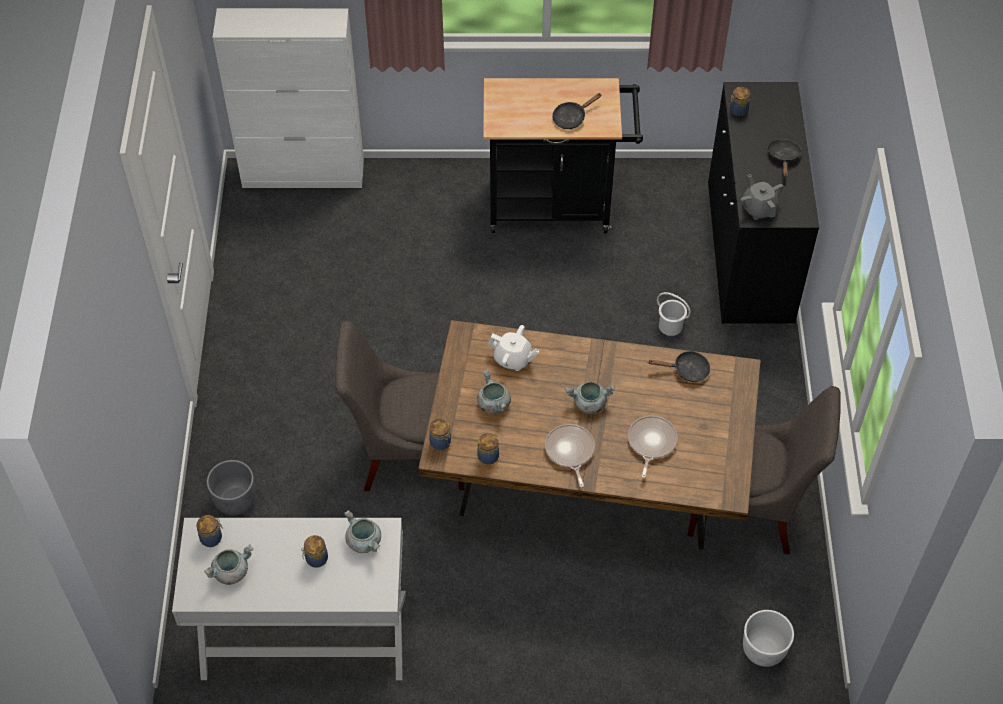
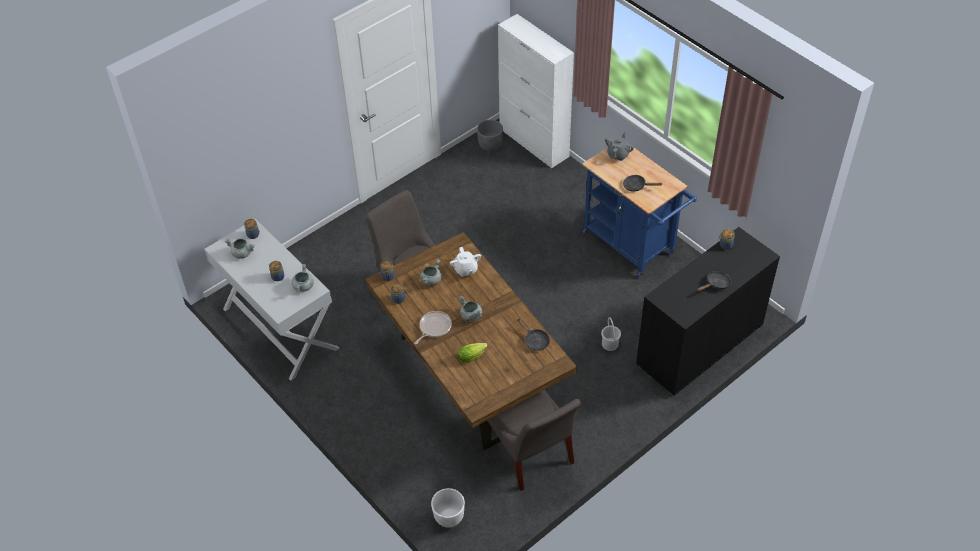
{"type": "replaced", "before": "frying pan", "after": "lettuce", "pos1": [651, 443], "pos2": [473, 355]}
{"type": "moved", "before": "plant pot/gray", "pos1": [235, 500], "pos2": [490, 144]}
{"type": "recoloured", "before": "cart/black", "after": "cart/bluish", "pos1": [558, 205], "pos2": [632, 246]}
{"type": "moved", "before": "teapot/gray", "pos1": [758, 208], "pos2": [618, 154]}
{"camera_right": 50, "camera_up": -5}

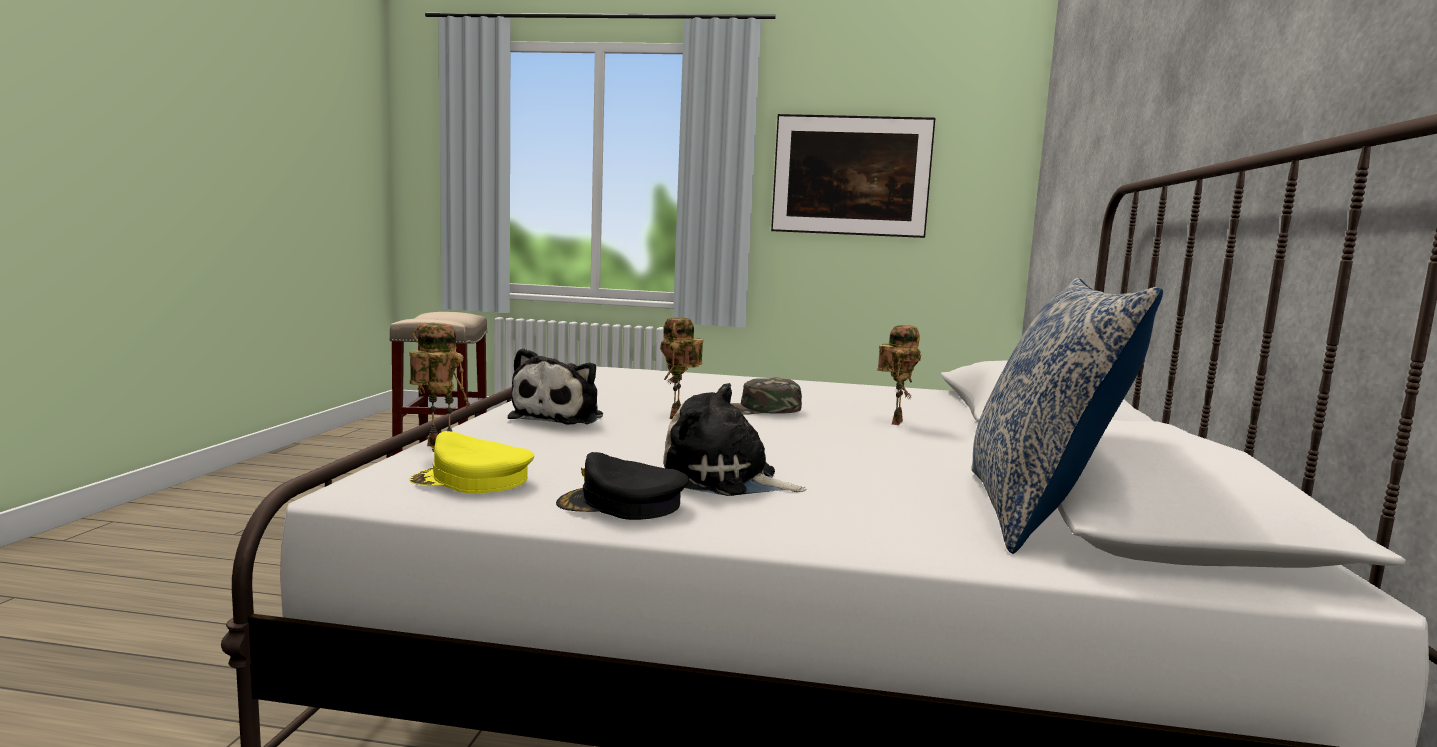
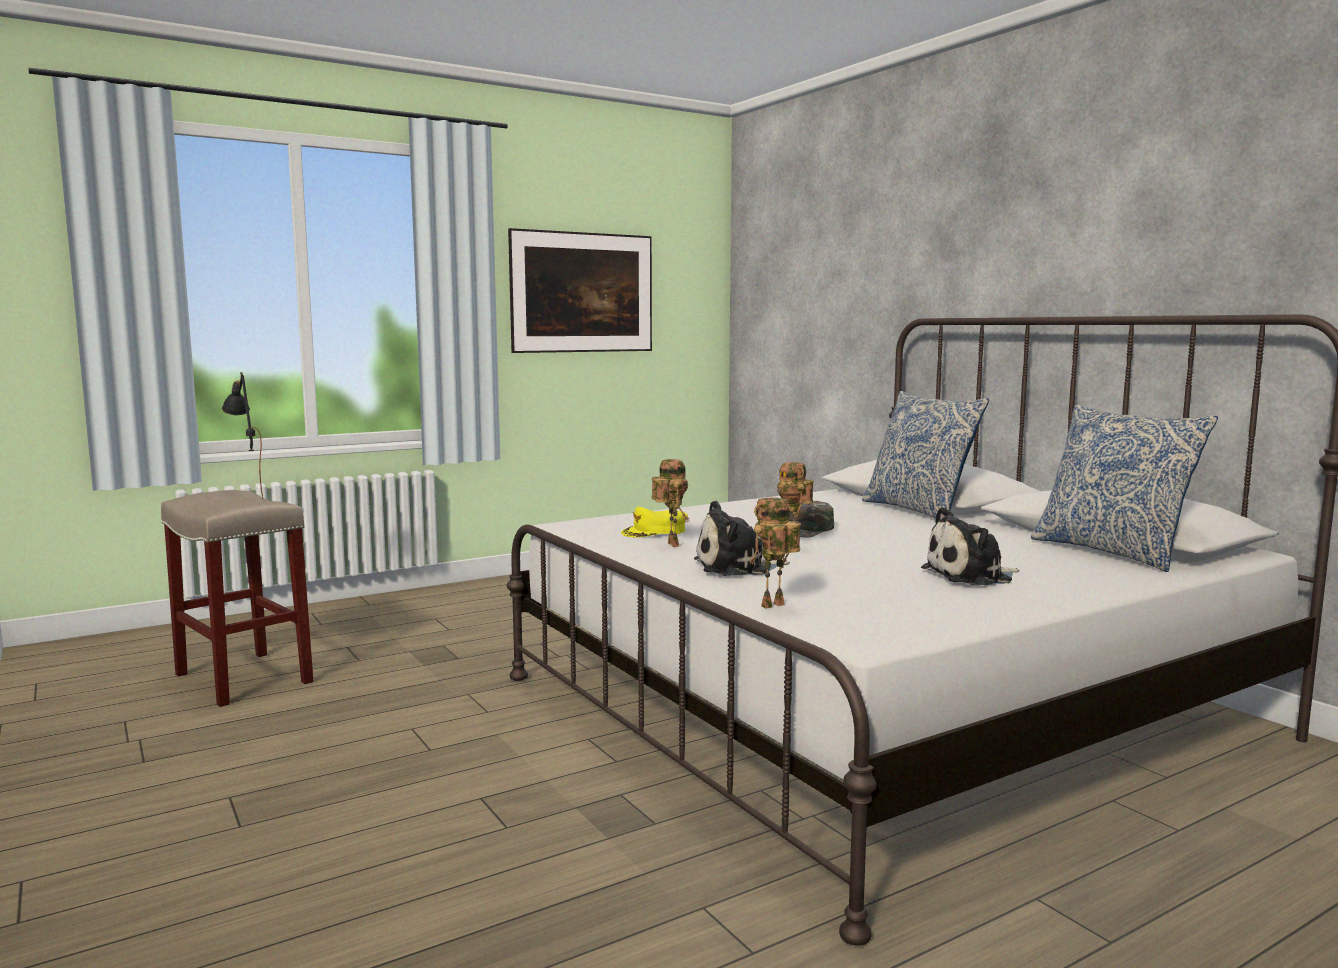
{"type": "added", "after": "tabletop lamp/black", "pos2": [247, 496]}
{"type": "moved", "before": "peaked cap/yellow", "pos1": [472, 480], "pos2": [655, 532]}
{"type": "moved", "before": "toy robot", "pos1": [894, 422], "pos2": [670, 544]}
{"type": "turned", "before": "cuddly toy", "pos1": [560, 417], "pos2": [736, 567], "turn": 105}
{"type": "added", "after": "pillow", "pos2": [919, 510]}
{"type": "removed", "before": "peaked cap/black", "pos1": [622, 504]}
{"camera_right": -40, "camera_up": 0}

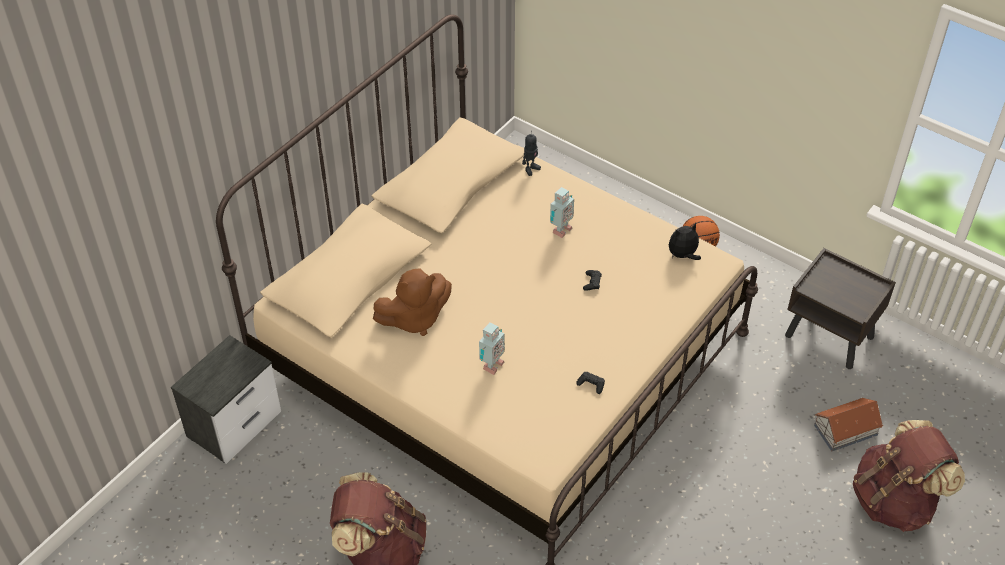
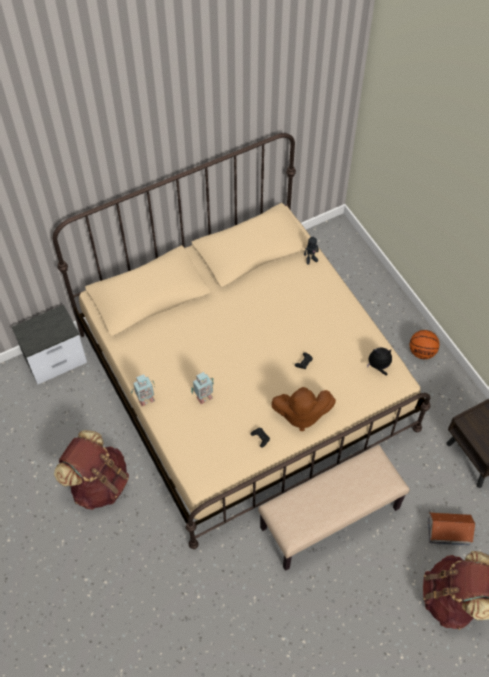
{"type": "moved", "before": "toy robot", "pos1": [560, 230], "pos2": [145, 399]}
{"type": "added", "after": "indoor bench/beige-coloured", "pos2": [330, 517]}
{"type": "moved", "before": "cuddly toy/brown-coloured", "pos1": [414, 319], "pos2": [301, 414]}
{"camera_right": 25, "camera_up": 10}

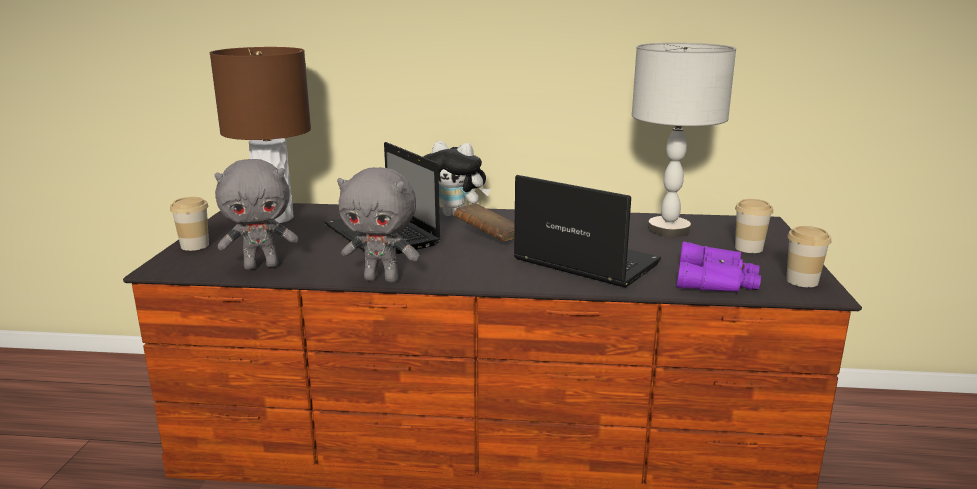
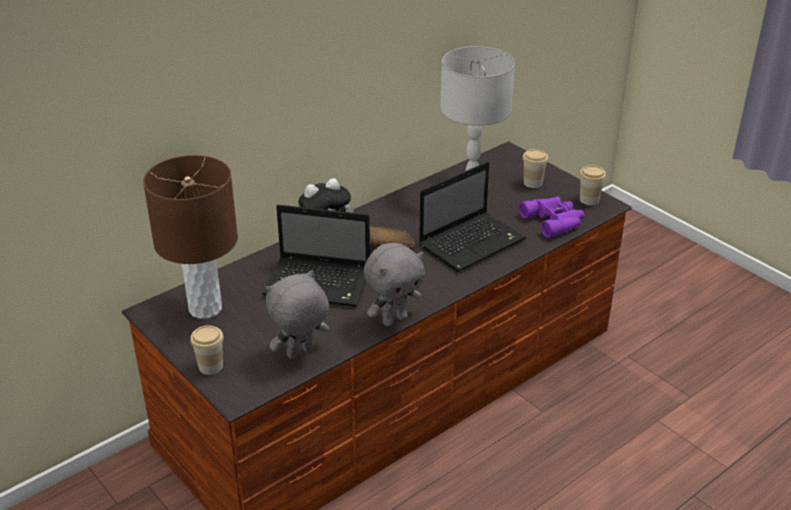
{"type": "turned", "before": "cuddly toy/gray", "pos1": [262, 266], "pos2": [300, 354], "turn": -150}
{"type": "turned", "before": "laptop", "pos1": [583, 262], "pos2": [473, 242], "turn": 150}
{"camera_right": -45, "camera_up": 15}

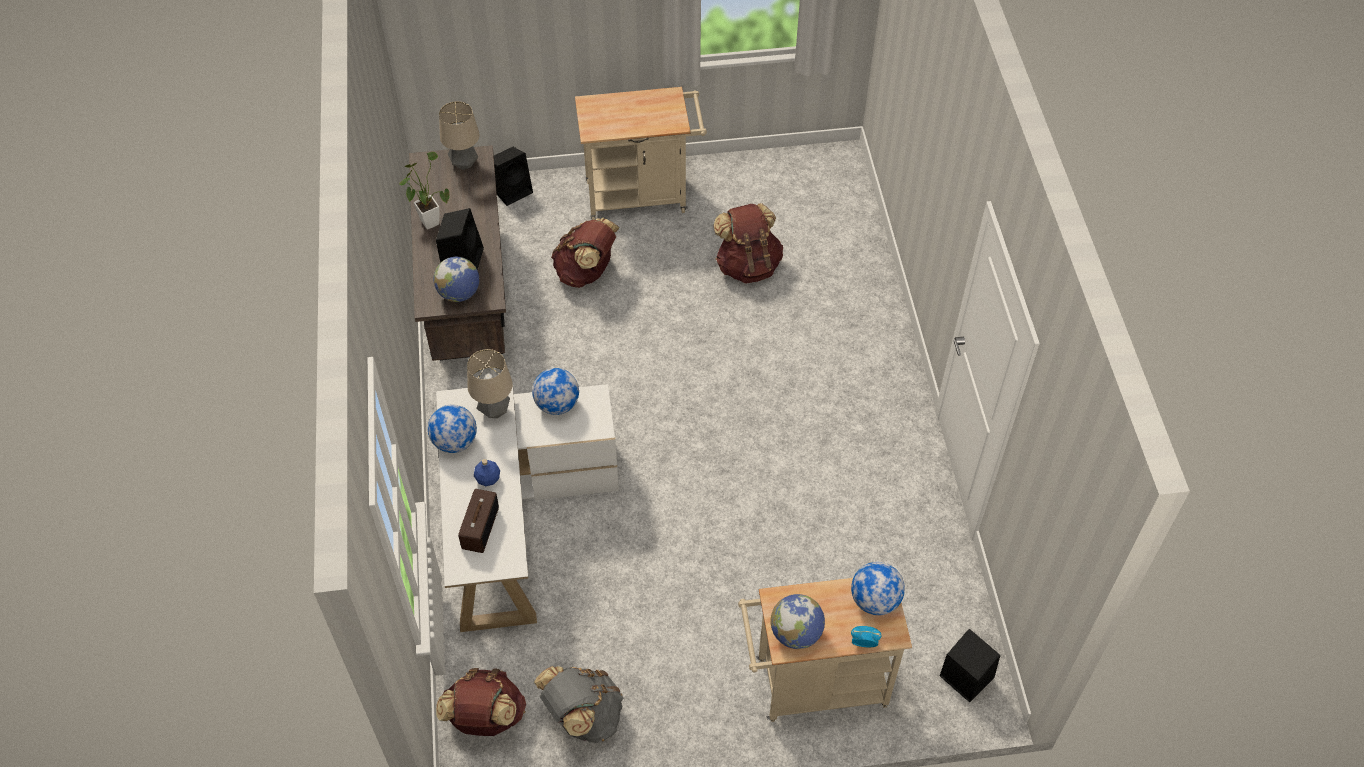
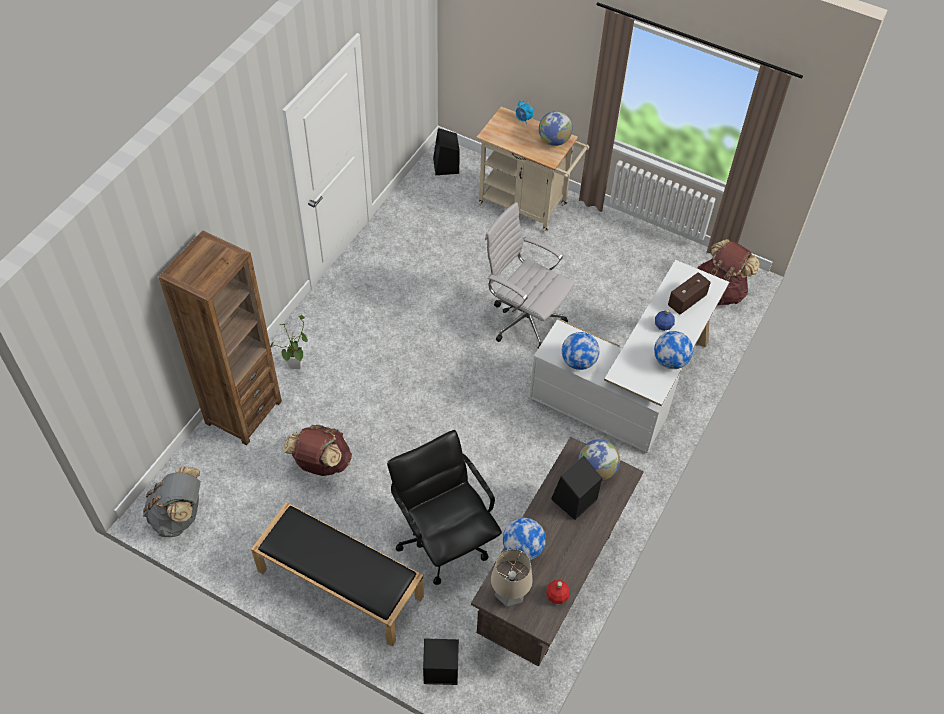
{"type": "moved", "before": "knapsack/gray", "pos1": [583, 716], "pos2": [180, 516]}
{"type": "added", "after": "bookshelf/brown-coloured", "pos2": [243, 412]}
{"type": "replaced", "before": "cart/beige-coloured", "after": "indoor bench/black", "pos1": [642, 195], "pos2": [339, 584]}
{"type": "moved", "before": "potted plant", "pos1": [428, 220], "pos2": [295, 367]}
{"type": "replaced", "before": "knapsack/brown-coloured", "after": "computer chair/black", "pos1": [586, 272], "pos2": [443, 539]}
{"type": "added", "after": "computer chair/white", "pos2": [524, 320]}
{"type": "moved", "before": "world globe", "pos1": [875, 601], "pos2": [523, 549]}
{"type": "added", "after": "beverage bottle/red", "pos2": [557, 596]}
{"type": "removed", "before": "tabletop lamp", "pos1": [494, 411]}
{"camera_right": -145, "camera_up": 0}

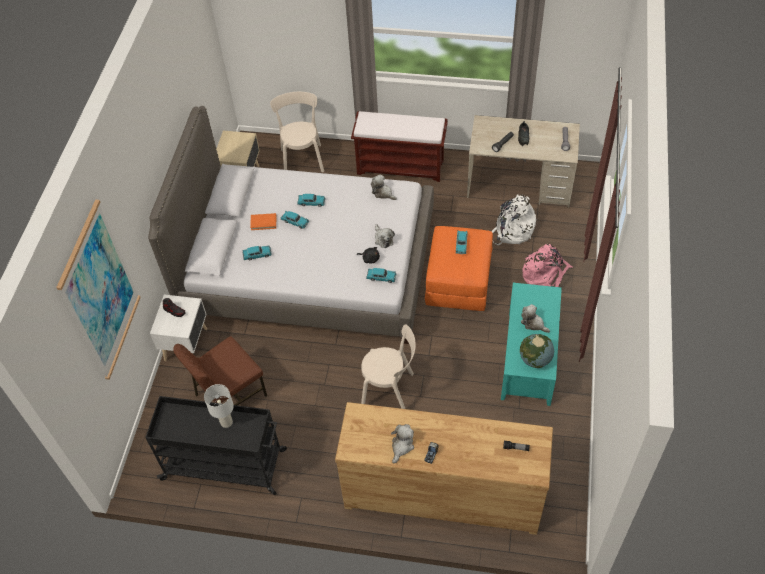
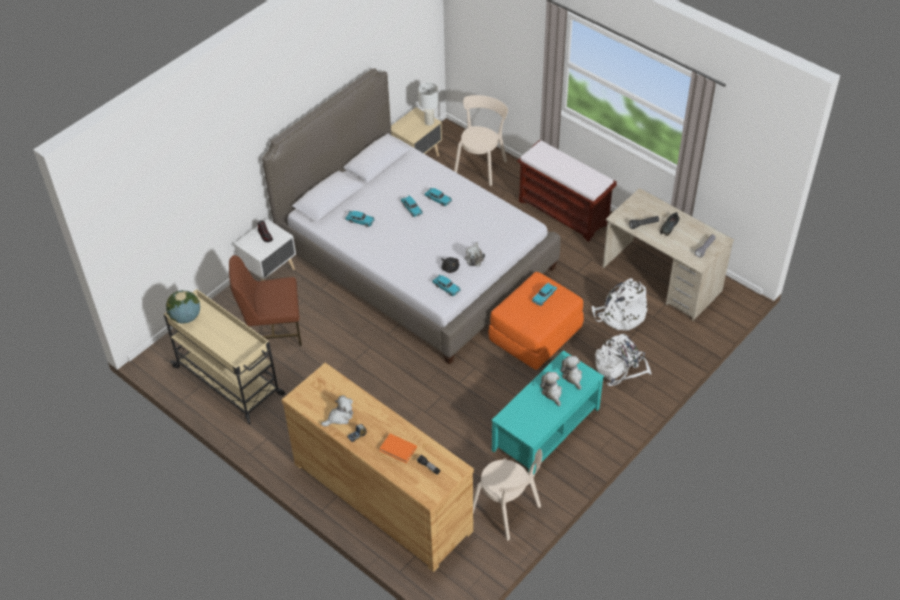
{"type": "recoloured", "before": "cart/black", "after": "cart/beige-coloured", "pos1": [225, 464], "pos2": [229, 381]}
{"type": "moved", "before": "world globe", "pos1": [535, 360], "pos2": [186, 317]}
{"type": "moved", "before": "book/orange-coloured", "pos1": [263, 222], "pos2": [398, 449]}
{"type": "moved", "before": "tabletop lamp/white", "pos1": [226, 422], "pos2": [429, 122]}
{"type": "moved", "before": "plain chair/beige-coloured", "pos1": [390, 391], "pos2": [508, 511]}
{"type": "moved", "before": "cuddly toy", "pos1": [383, 193], "pos2": [572, 376]}
{"type": "recoloured", "before": "knapsack/pinkish", "after": "knapsack/white", "pos1": [545, 274], "pos2": [620, 368]}
{"type": "removed", "before": "wall art", "pos1": [100, 292]}
{"camera_right": 30, "camera_up": -5}

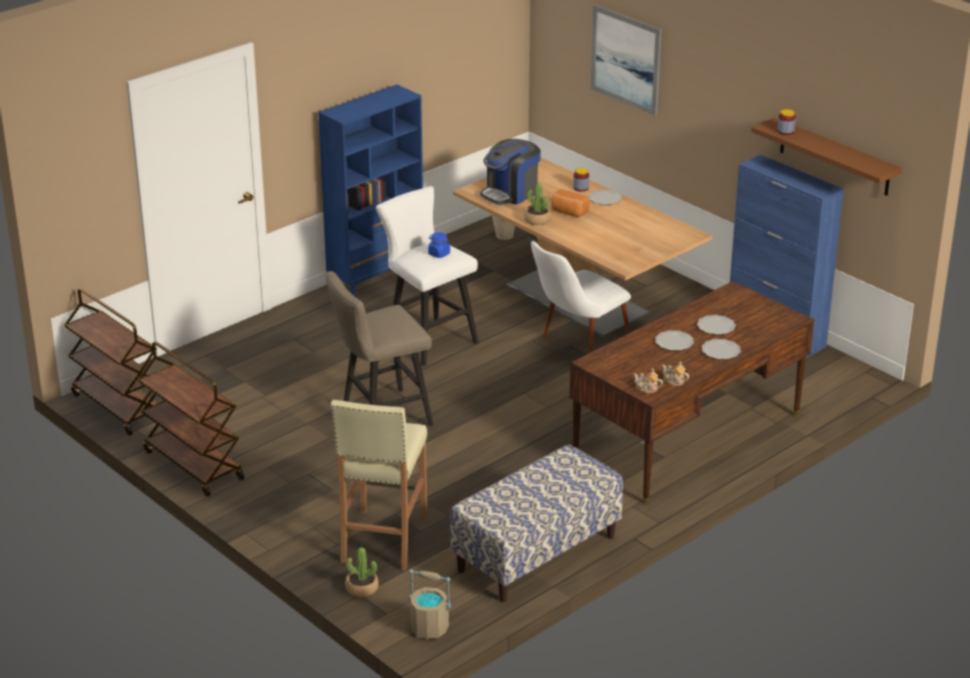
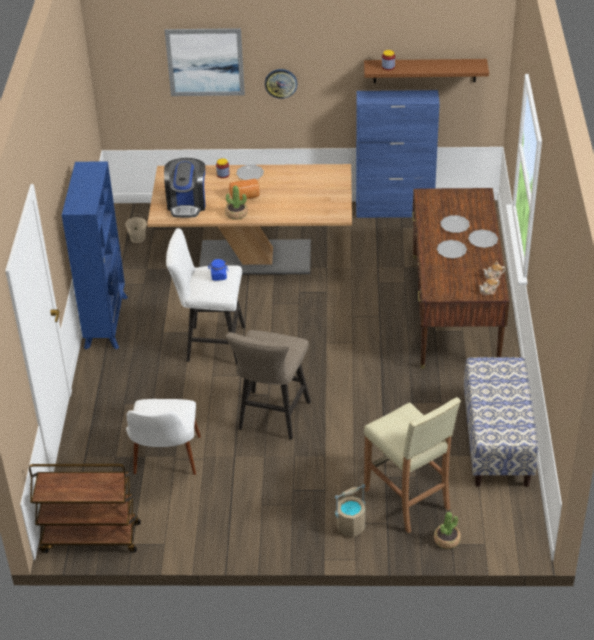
{"type": "moved", "before": "plain chair/white", "pos1": [576, 345], "pos2": [166, 464]}
{"type": "added", "after": "clock on the wall", "pos2": [281, 83]}
{"type": "moved", "before": "bucket/beige-coloured", "pos1": [429, 628], "pos2": [351, 526]}
{"type": "removed", "before": "cart/brown-coloured", "pos1": [192, 465]}
{"camera_right": -45, "camera_up": 10}

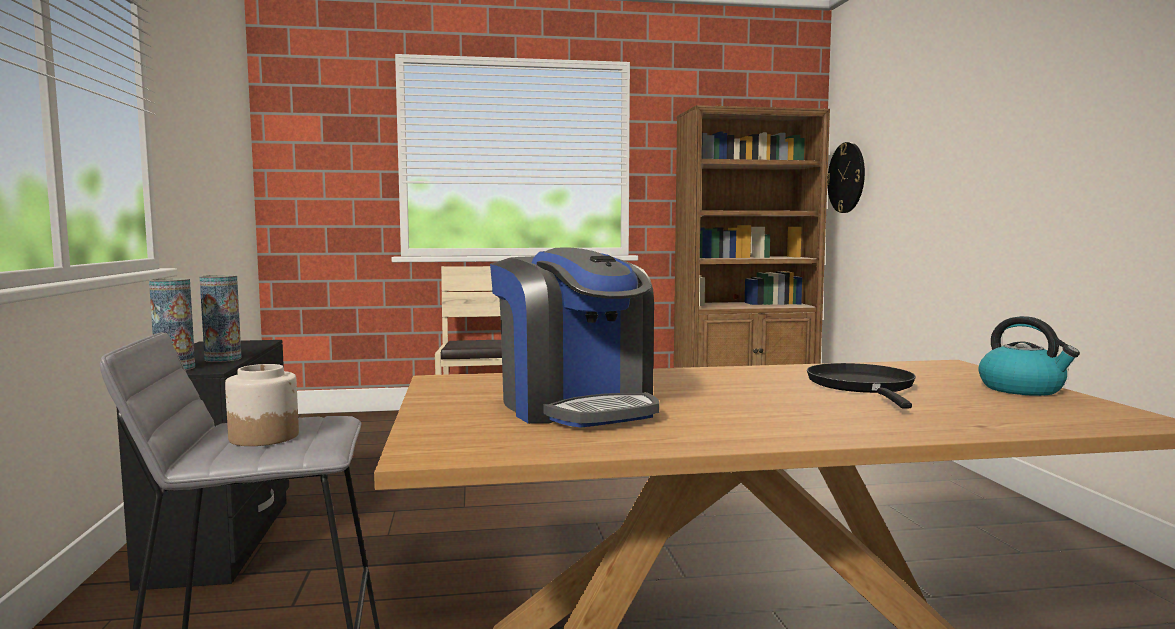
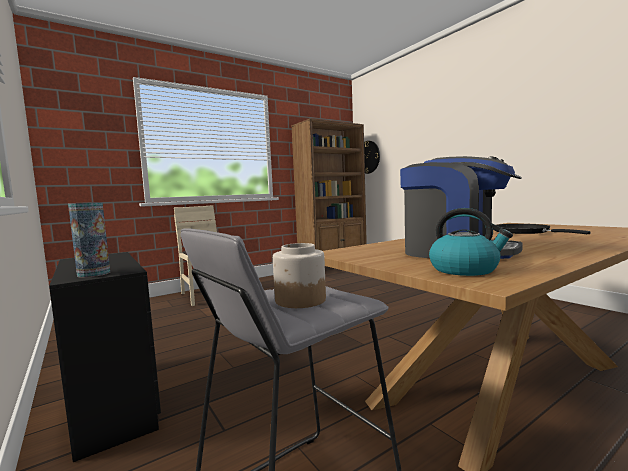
{"type": "moved", "before": "kettle", "pos1": [1022, 389], "pos2": [465, 270]}
{"type": "removed", "before": "vase", "pos1": [223, 359]}
{"camera_right": -25, "camera_up": 0}

